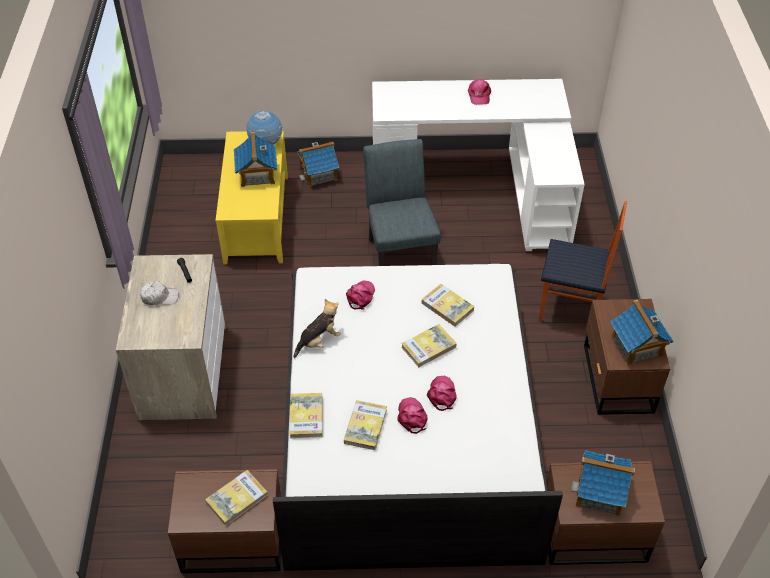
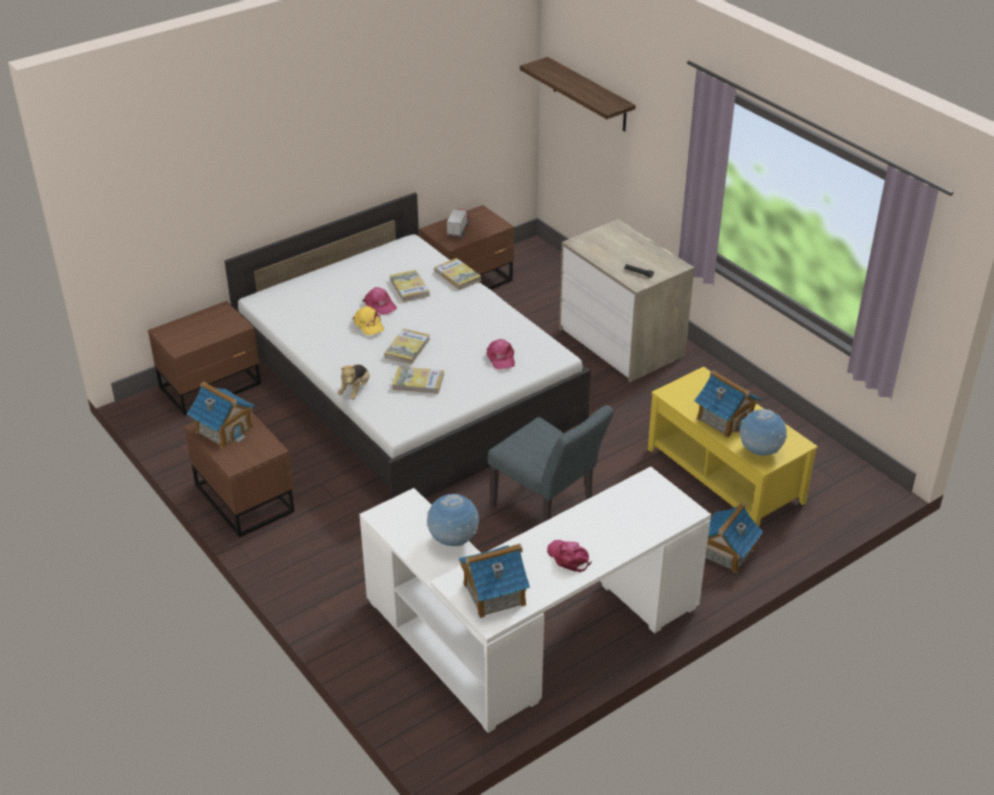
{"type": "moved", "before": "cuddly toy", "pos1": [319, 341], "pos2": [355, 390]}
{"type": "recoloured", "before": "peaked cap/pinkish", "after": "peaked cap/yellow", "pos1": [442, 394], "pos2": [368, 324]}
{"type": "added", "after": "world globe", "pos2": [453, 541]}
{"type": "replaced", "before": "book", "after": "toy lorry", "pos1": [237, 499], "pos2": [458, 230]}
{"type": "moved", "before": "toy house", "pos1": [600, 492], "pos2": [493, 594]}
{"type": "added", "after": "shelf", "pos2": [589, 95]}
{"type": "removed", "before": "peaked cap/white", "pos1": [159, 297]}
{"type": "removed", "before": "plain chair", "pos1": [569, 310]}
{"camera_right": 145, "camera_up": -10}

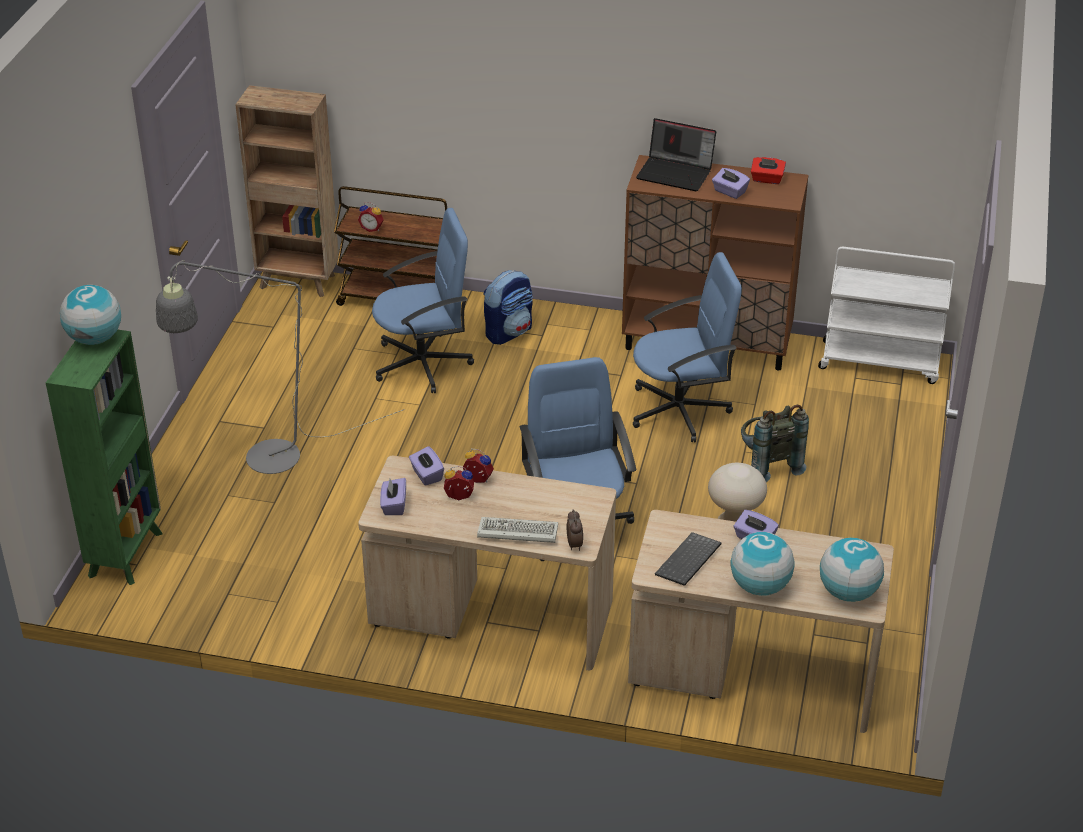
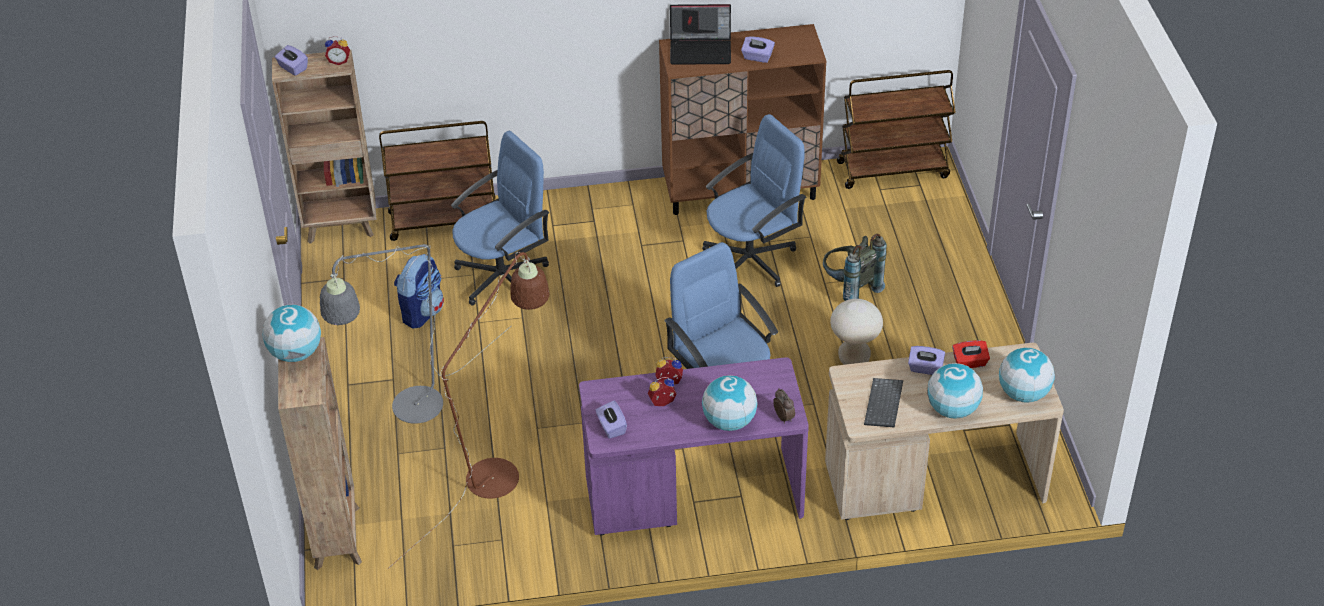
{"type": "moved", "before": "tissue box/purple", "pos1": [426, 475], "pos2": [293, 68]}
{"type": "recoloured", "before": "bookshelf/green", "after": "bookshelf/brown-coloured", "pos1": [127, 553], "pos2": [337, 536]}
{"type": "moved", "before": "bedside clock", "pos1": [372, 228], "pos2": [339, 61]}
{"type": "added", "after": "standard lamp/brown-coloured", "pos2": [502, 469]}
{"type": "moved", "before": "knapsack", "pos1": [509, 332], "pos2": [422, 311]}
{"type": "recoloured", "before": "desk unit/beige-coloured", "after": "desk unit/purple", "pos1": [490, 615], "pos2": [693, 495]}
{"type": "replaced", "before": "computer keyboard", "after": "world globe", "pos1": [515, 533], "pos2": [729, 422]}
{"type": "recoloured", "before": "cart/white", "after": "cart/brown-coloured", "pos1": [880, 362], "pos2": [893, 169]}
{"type": "moved", "before": "tissue box/red", "pos1": [767, 179], "pos2": [969, 362]}
{"camera_right": -20, "camera_up": 5}

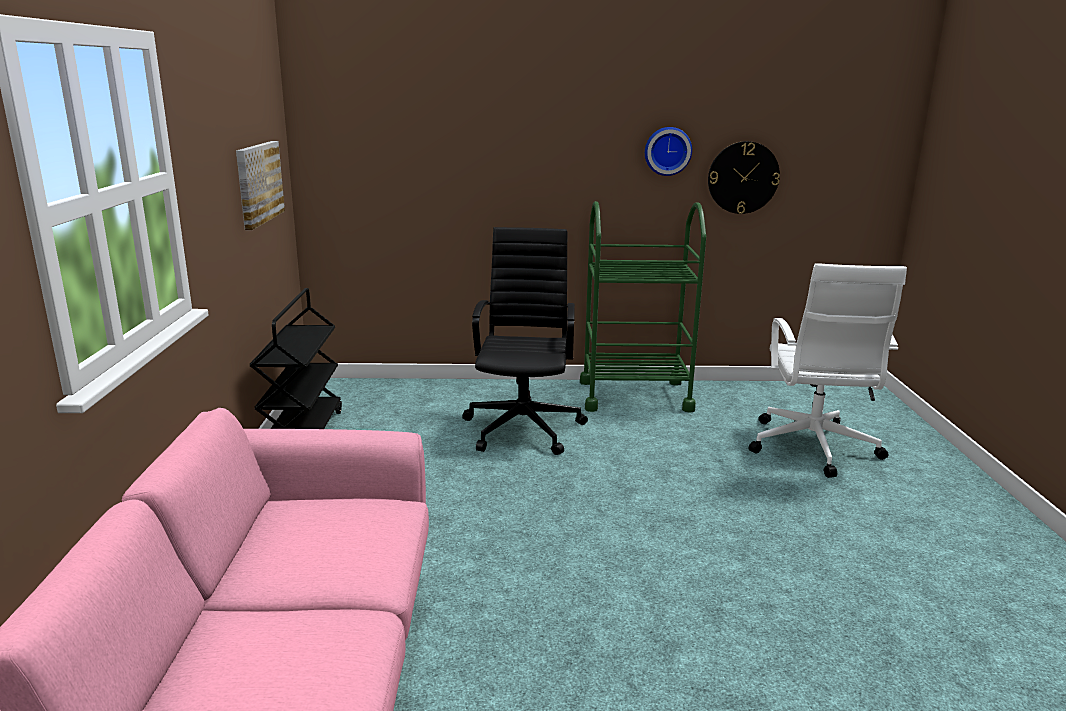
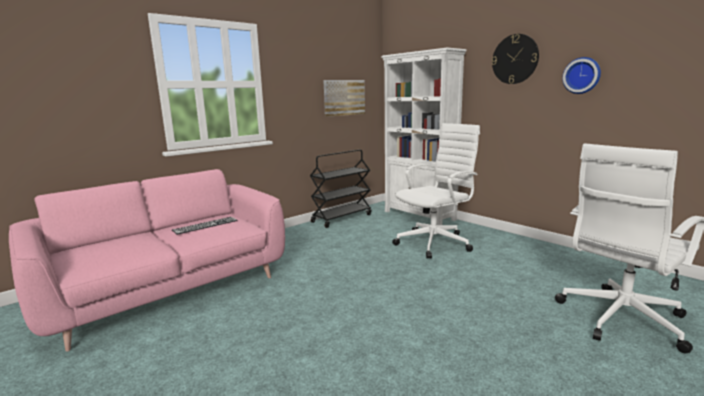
{"type": "added", "after": "computer keyboard", "pos2": [205, 225]}
{"type": "added", "after": "bookshelf/white", "pos2": [419, 215]}
{"type": "recoloured", "before": "computer chair/black", "after": "computer chair/white", "pos1": [524, 427], "pos2": [435, 243]}
{"type": "moved", "before": "clock on the wall", "pos1": [743, 177], "pos2": [515, 59]}
{"type": "removed", "before": "cart/green", "pos1": [635, 396]}
{"camera_right": 50, "camera_up": -5}

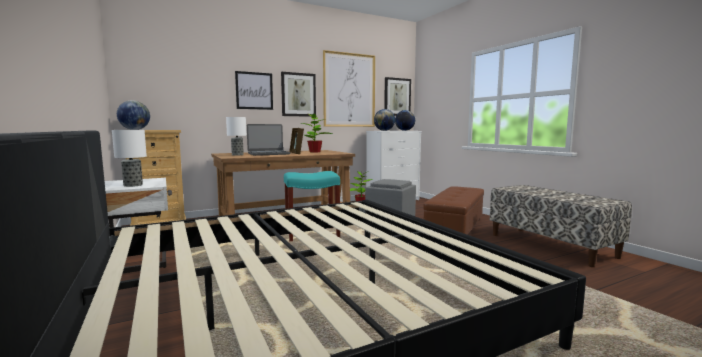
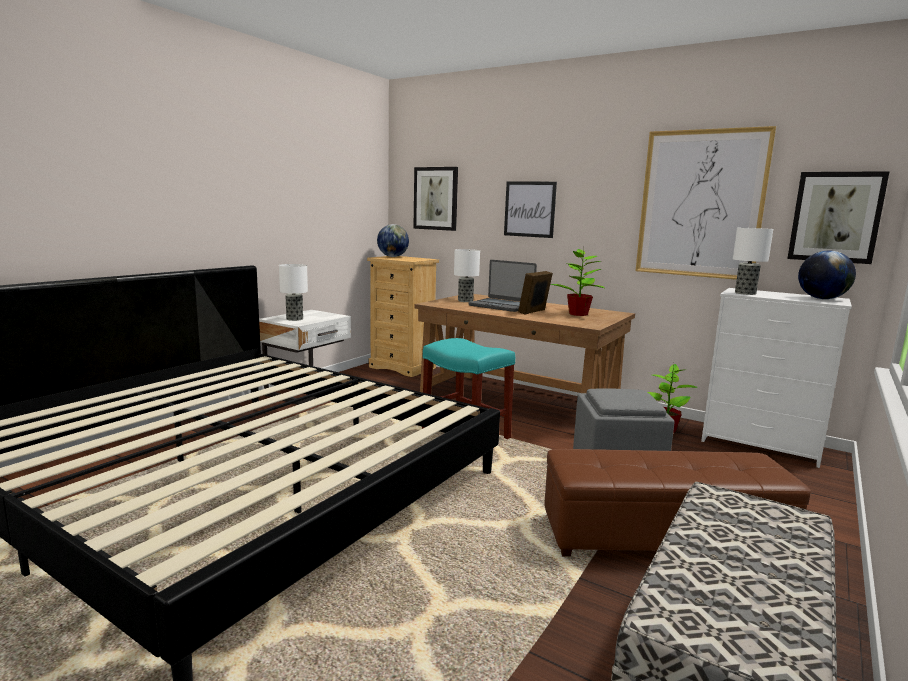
{"type": "moved", "before": "wall art", "pos1": [298, 94], "pos2": [436, 198]}
{"type": "replaced", "before": "world globe", "after": "tabletop lamp", "pos1": [384, 130], "pos2": [745, 293]}
{"camera_right": 60, "camera_up": 5}

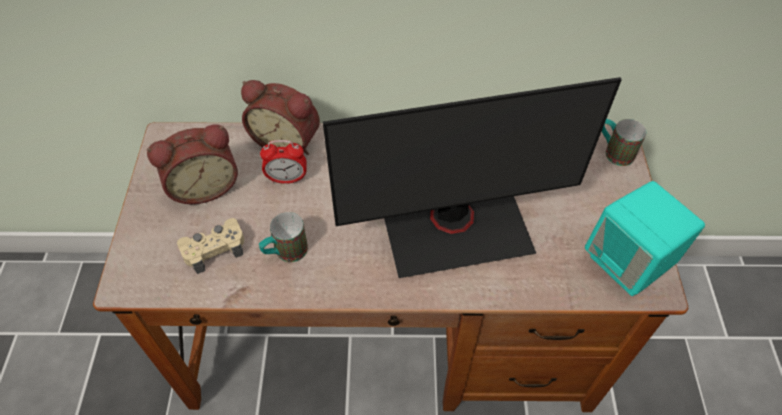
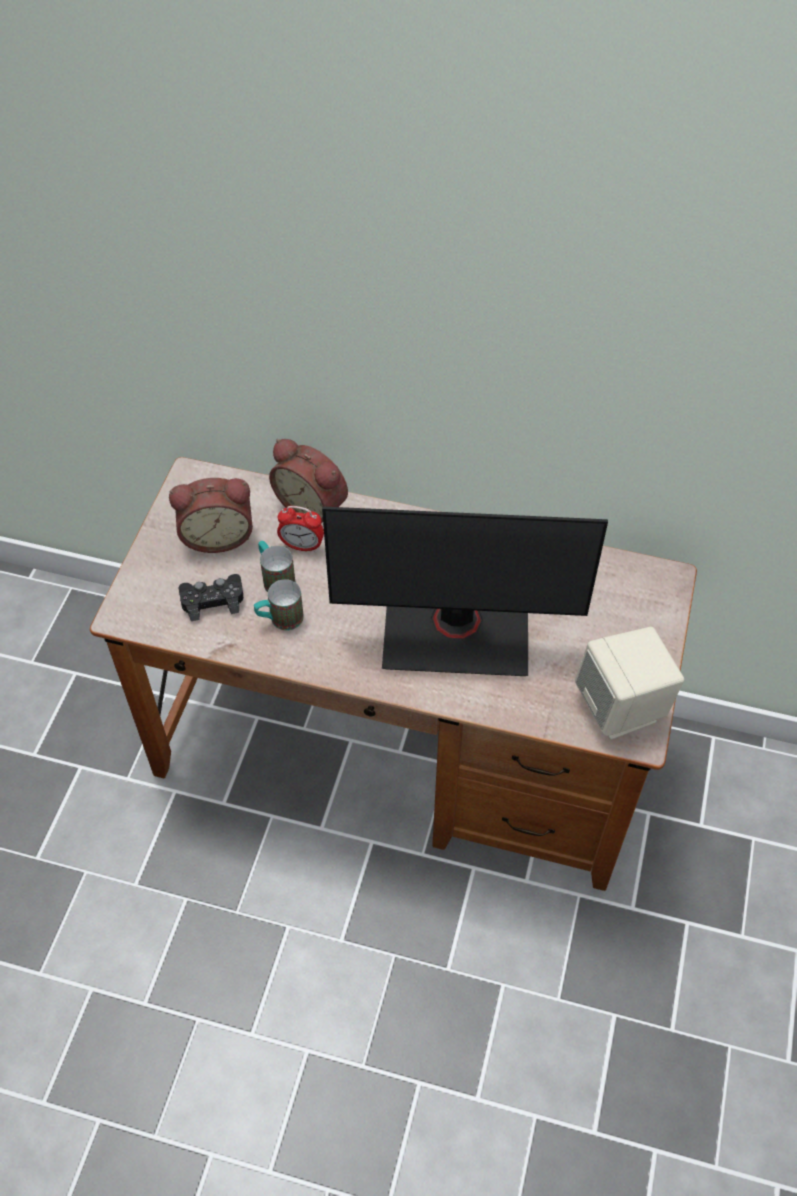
{"type": "recoloured", "before": "gamepad/beige-coloured", "after": "gamepad/black", "pos1": [214, 248], "pos2": [212, 600]}
{"type": "moved", "before": "mug", "pos1": [613, 151], "pos2": [275, 578]}
{"type": "recoloured", "before": "audio speaker/blue-green", "after": "audio speaker/beige-coloured", "pos1": [628, 263], "pos2": [621, 707]}
{"camera_right": 15, "camera_up": 0}

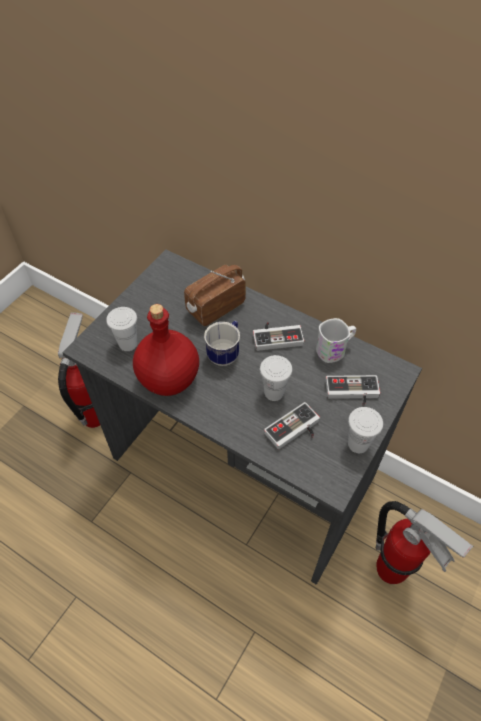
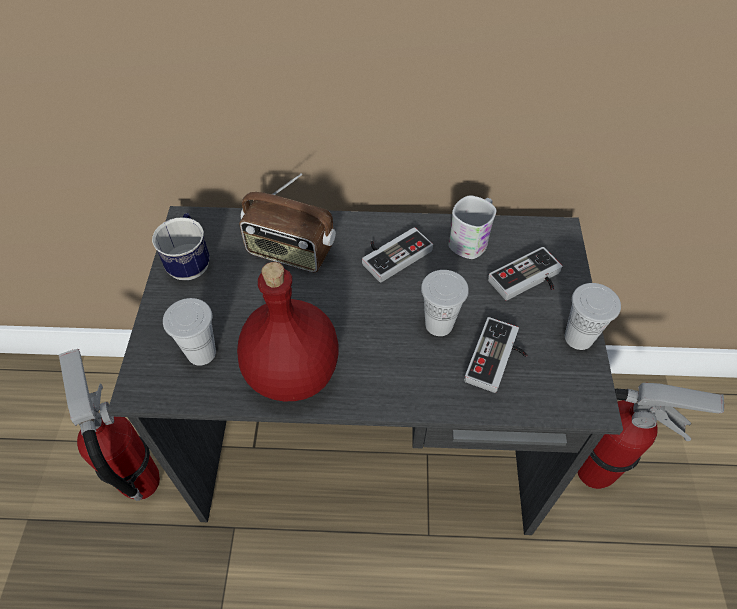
{"type": "moved", "before": "mug", "pos1": [225, 353], "pos2": [191, 263]}
{"type": "turned", "before": "radio", "pos1": [215, 307], "pos2": [290, 252], "turn": -90}
{"camera_right": -30, "camera_up": 0}

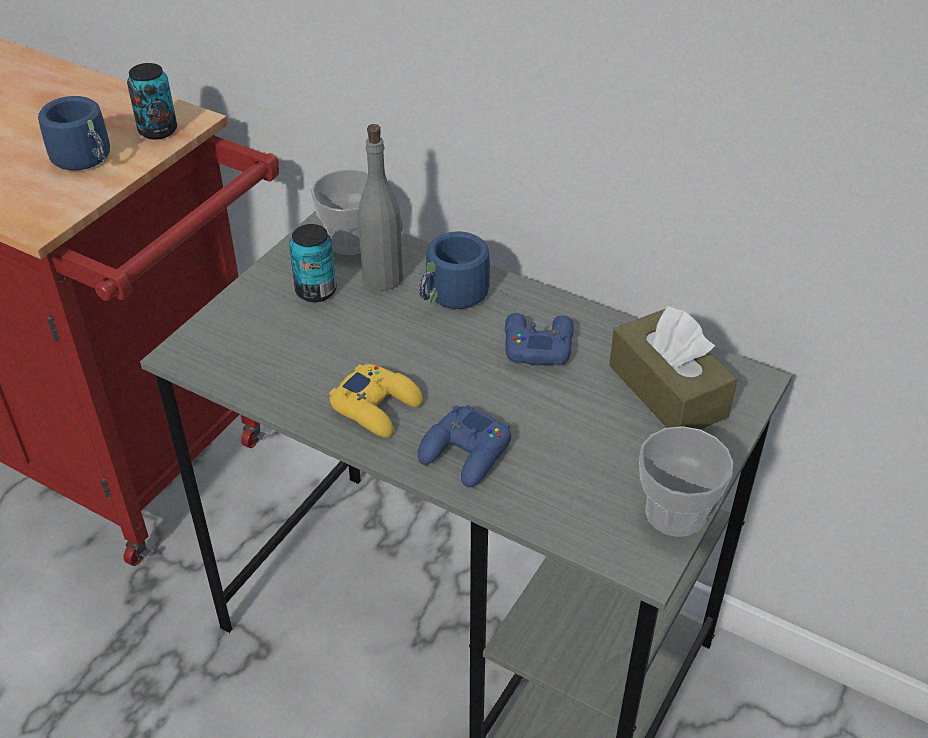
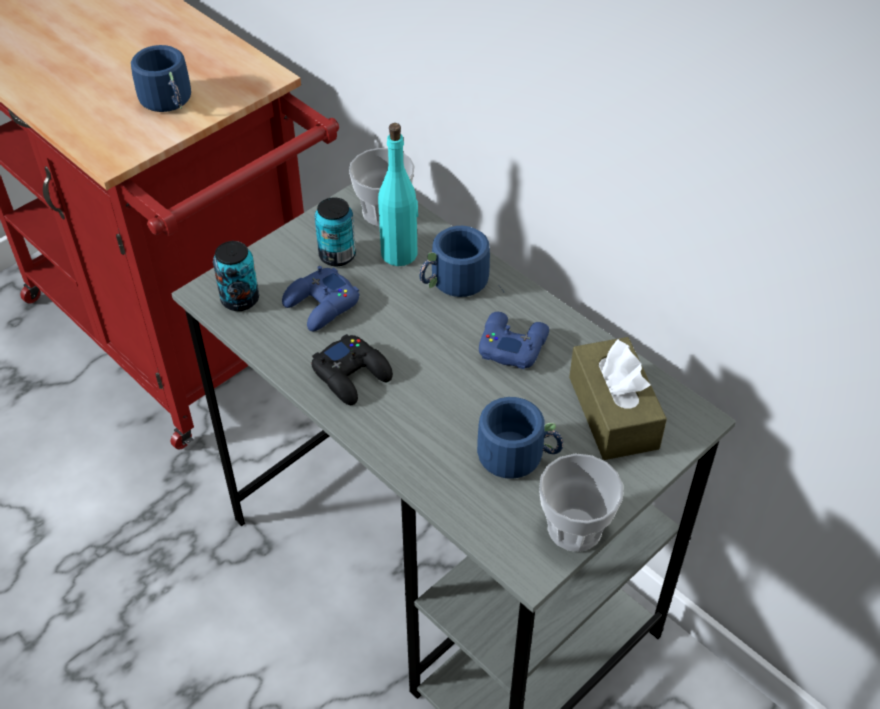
{"type": "moved", "before": "sealed can", "pos1": [158, 130], "pos2": [240, 299]}
{"type": "moved", "before": "gamepad/bluish", "pos1": [465, 453], "pos2": [321, 305]}
{"type": "recoloured", "before": "gamepad/yellow", "after": "gamepad/black", "pos1": [377, 407], "pos2": [352, 375]}
{"type": "recoloured", "before": "beverage bottle/gray", "after": "beverage bottle/blue-green", "pos1": [383, 278], "pos2": [400, 253]}
{"type": "added", "after": "mug/bluish", "pos2": [518, 453]}
{"camera_right": 15, "camera_up": 5}

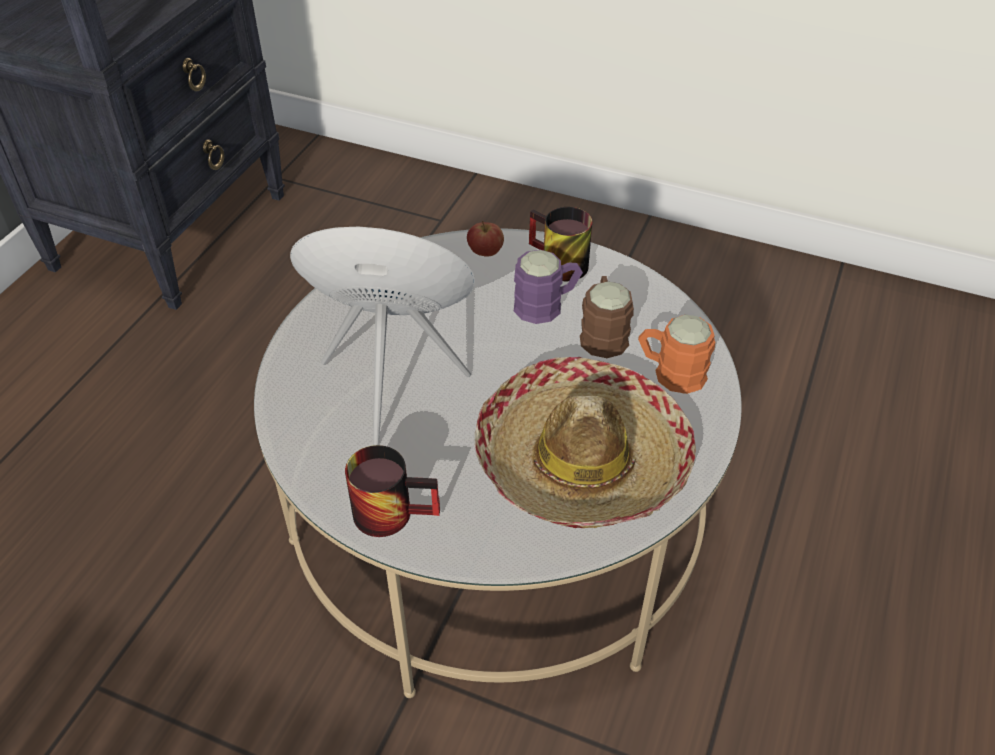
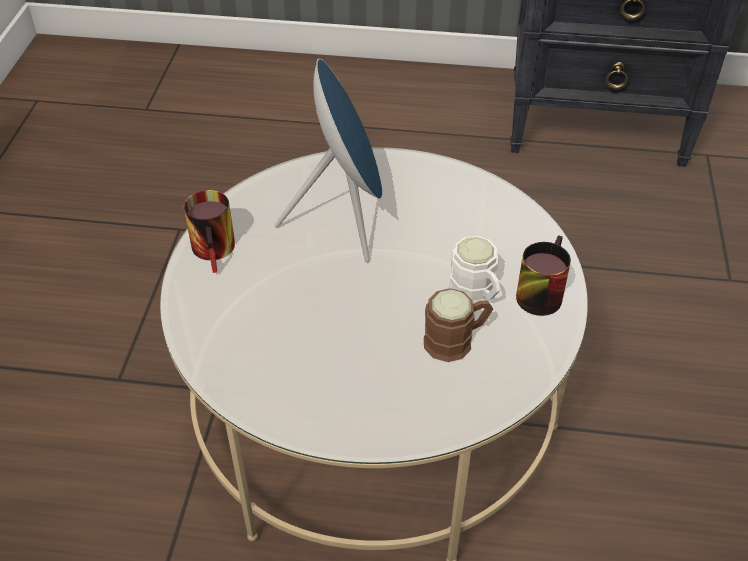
{"type": "recoloured", "before": "mug/purple", "after": "mug/white", "pos1": [546, 305], "pos2": [476, 294]}
{"type": "removed", "before": "apple", "pos1": [485, 252]}
{"type": "removed", "before": "clothing hat", "pos1": [582, 460]}
{"type": "removed", "before": "mug/orange-coloured", "pos1": [670, 372]}
{"camera_right": 75, "camera_up": 0}

